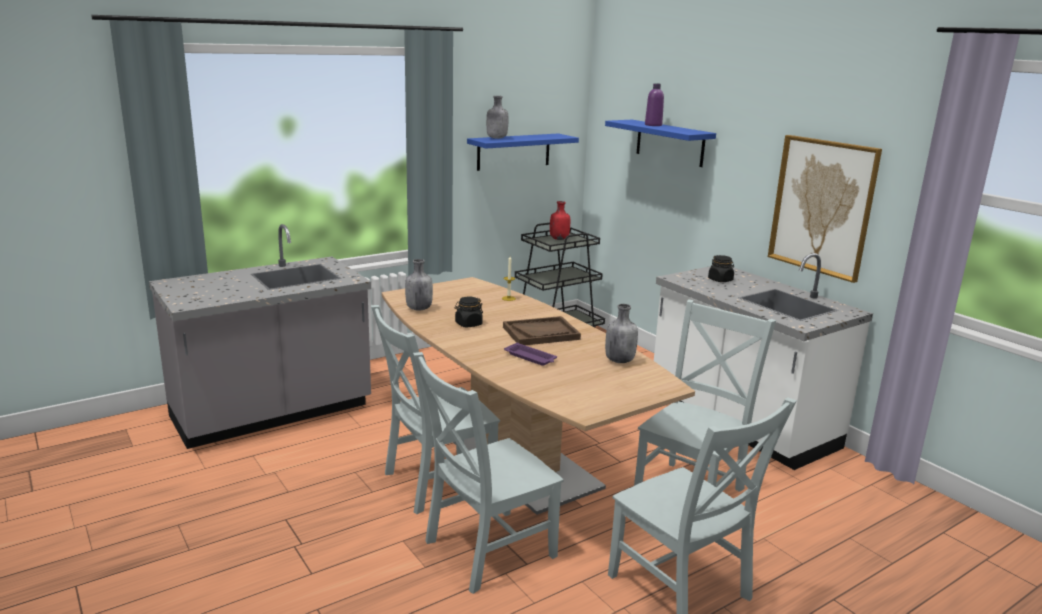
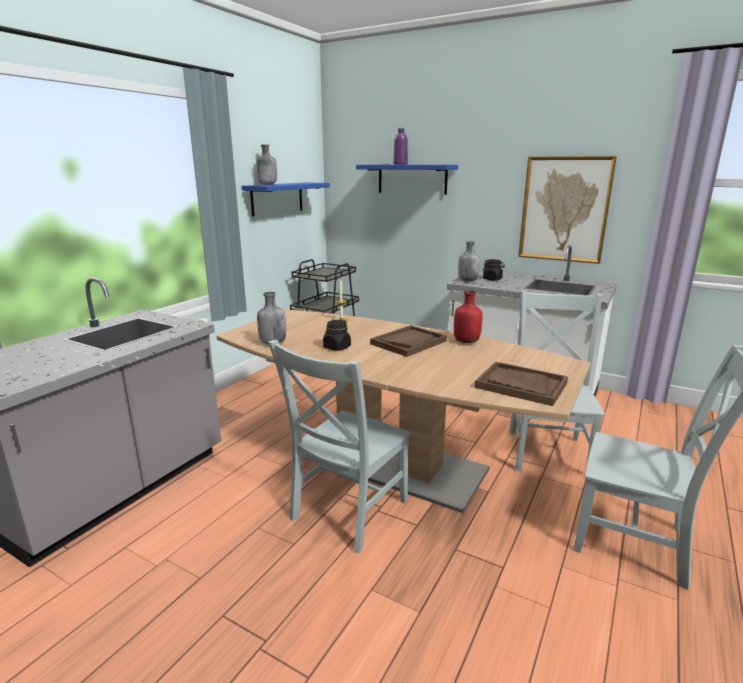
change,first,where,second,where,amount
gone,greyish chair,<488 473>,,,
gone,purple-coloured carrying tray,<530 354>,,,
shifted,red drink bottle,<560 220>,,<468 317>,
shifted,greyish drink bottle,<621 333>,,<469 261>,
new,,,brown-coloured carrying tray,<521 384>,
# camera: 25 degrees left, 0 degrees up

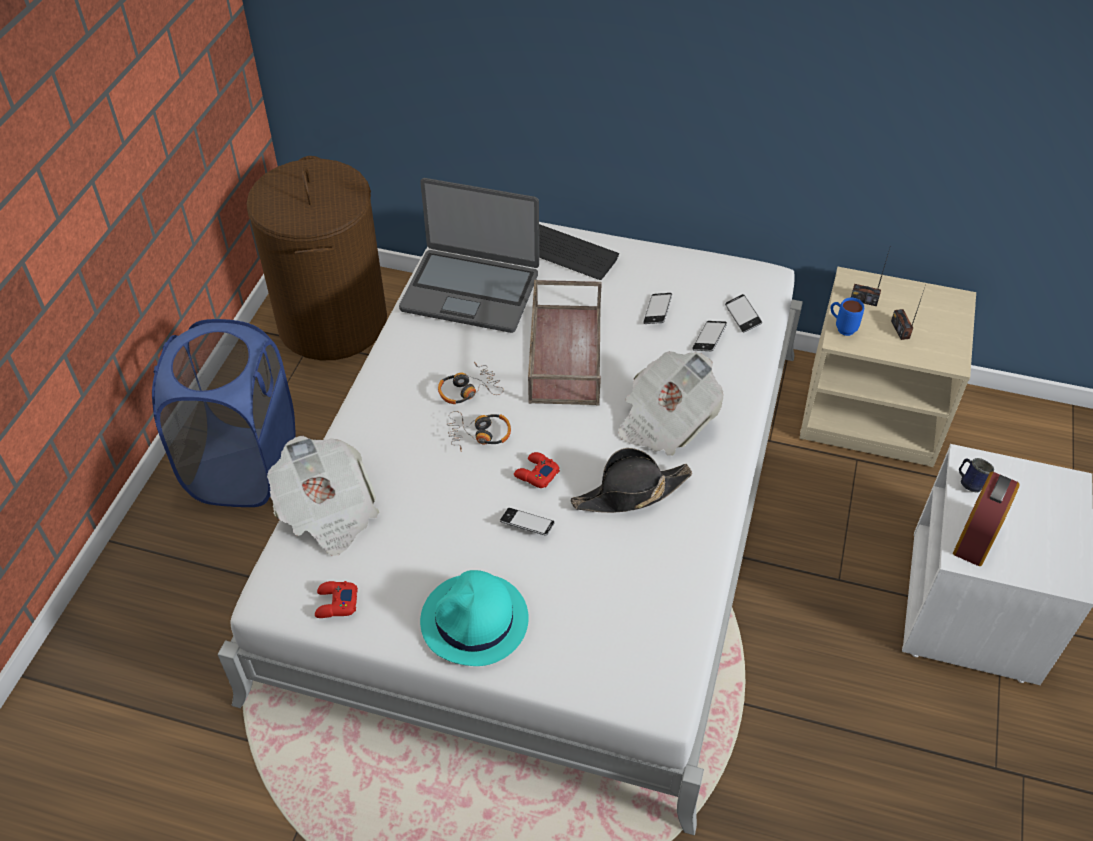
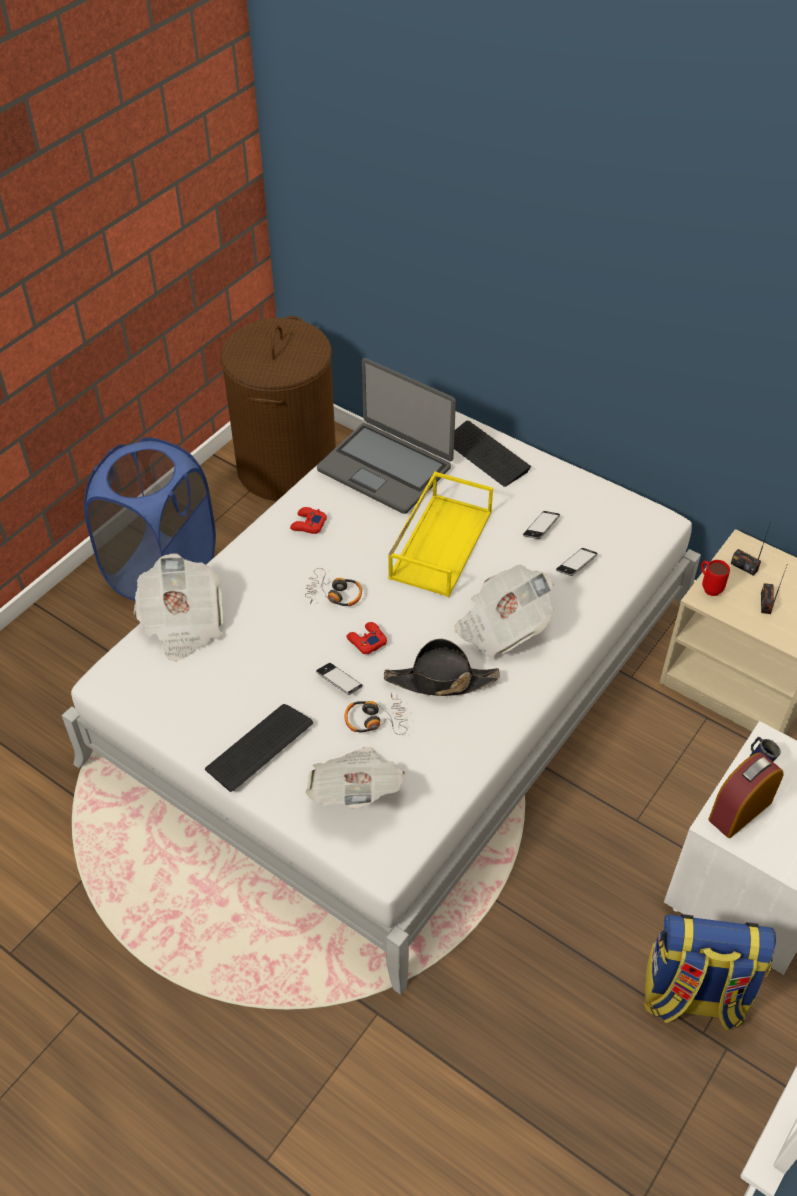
change,first,where,second,where,amount
shifted,red joypad,<336 599>,,<308 520>,
swapped,turquoise-coloured hat,<474 618>,computer keyboard,<259 748>,
shifted,headset,<471 383>,,<376 714>,
repainted,brown-coloured carrying tray,<565 343>,yellow-coloured carrying tray,<440 534>,
gone,phone,<743 313>,,,
repainted,blue-coloured mug,<847 317>,red mug,<715 578>,
new,,,printed paper,<355 778>,
new,,,backpack,<710 972>,
# camera: 20 degrees right, 0 degrees up

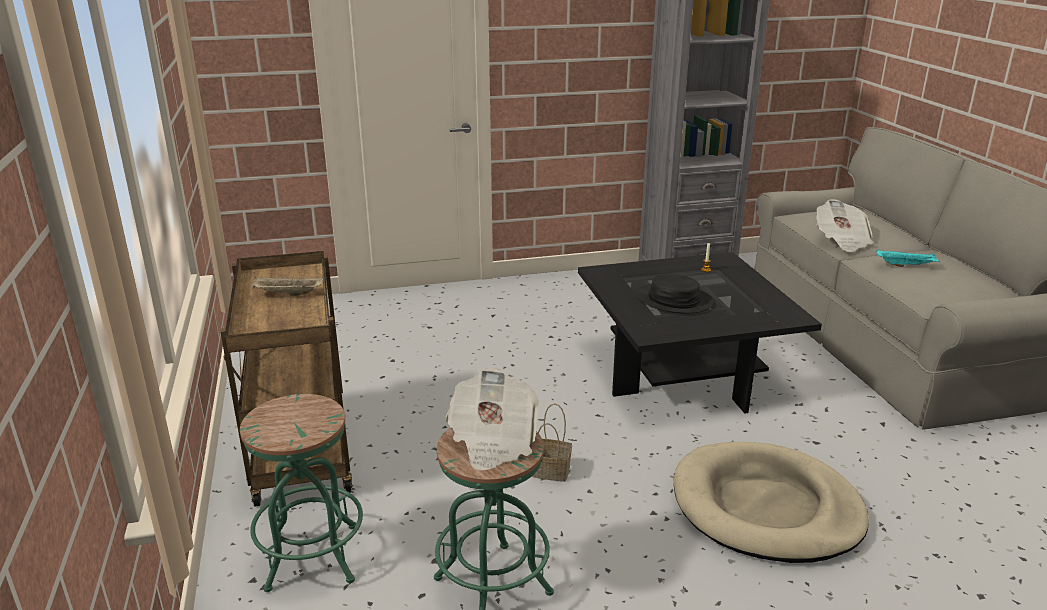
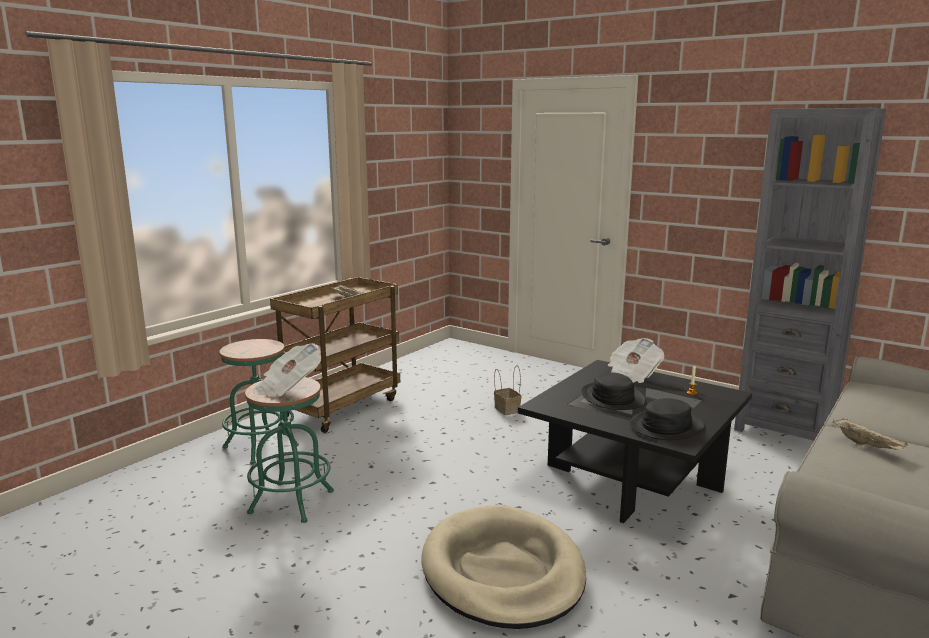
change,first,where,second,where,amount
shifted,basket,<552 442>,,<507 390>,
shifted,printed paper,<844 225>,,<636 360>,
repainted,turquoise-coloured carrying tray,<908 258>,beige carrying tray,<870 434>,
new,,,blackish hat,<667 419>,
# camera: 50 degrees right, 10 degrees down

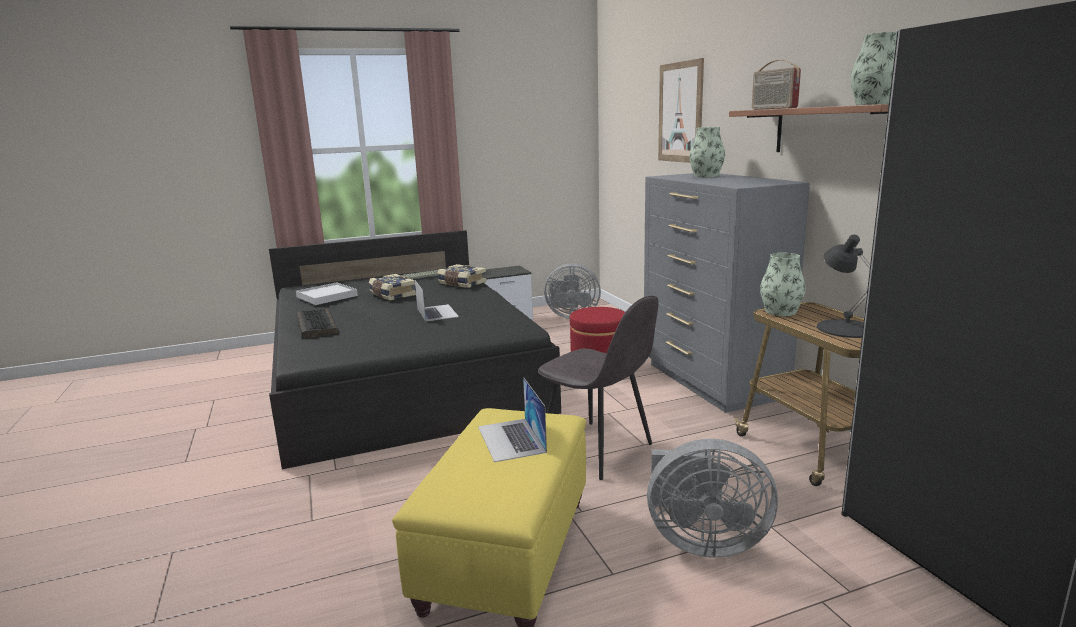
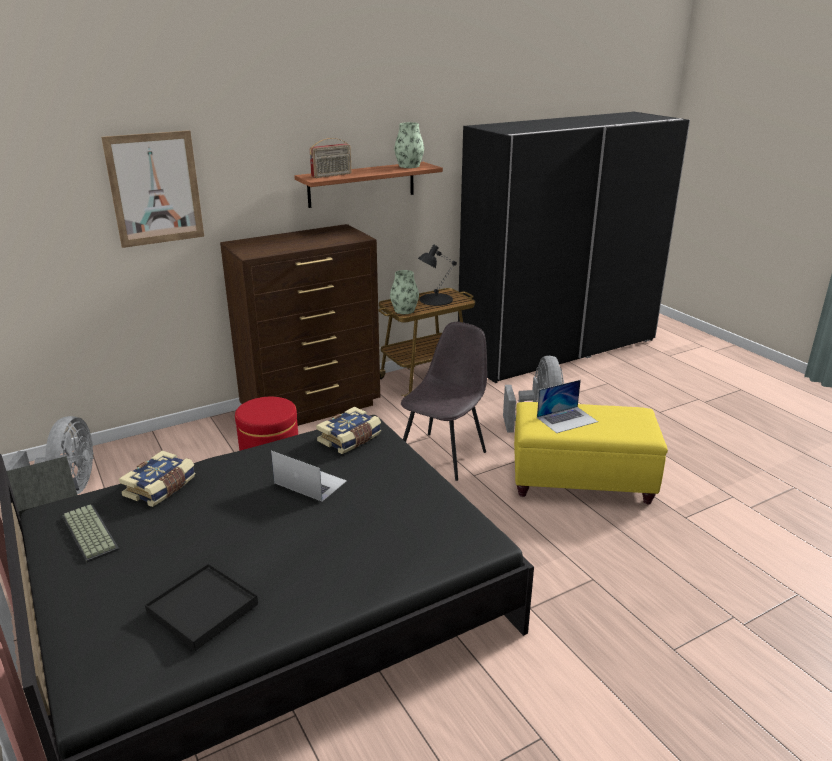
change,first,where,second,where,amount
repainted,white-coloured carrying tray,<327 293>,blackish carrying tray,<201 607>,
gone,computer keyboard,<317 324>,,,
shifted,volume,<392 287>,,<348 430>,
rotated,notebook computer,<437 300>,,<309 476>,60 degrees clockwise
repainted,greyish chest of drawers,<727 293>,brown-coloured chest of drawers,<300 325>,
gone,vase,<707 152>,,,
# camera: 100 degrees left, 10 degrees up

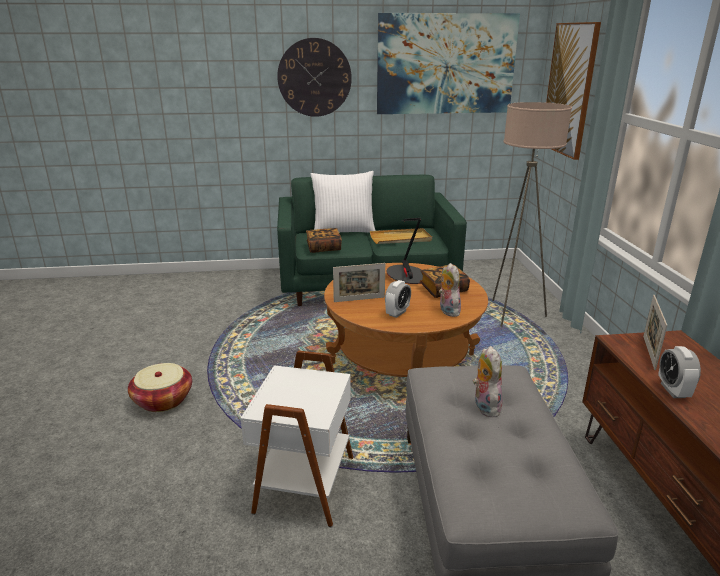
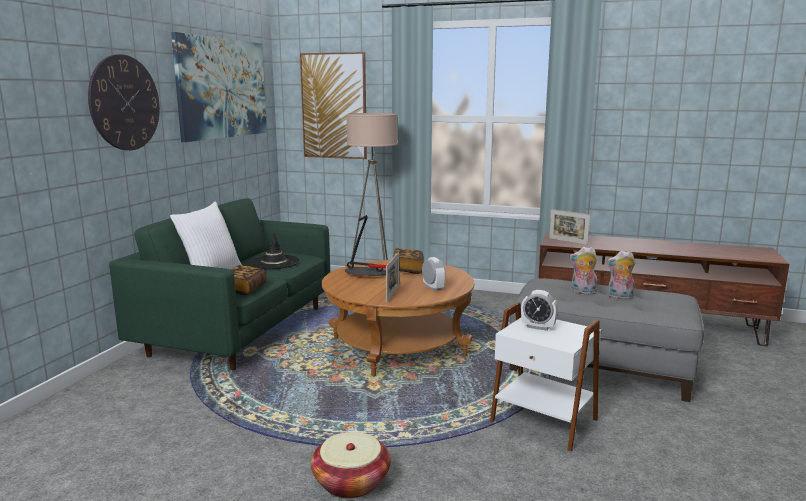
change,first,where,second,where,amount
swapped,beige carrying tray,<401 236>,blackish hat,<274 251>,
shifted,plush toy,<450 290>,,<621 275>,
shifted,alarm clock,<679 372>,,<539 310>,
# camera: 65 degrees left, 10 degrees down

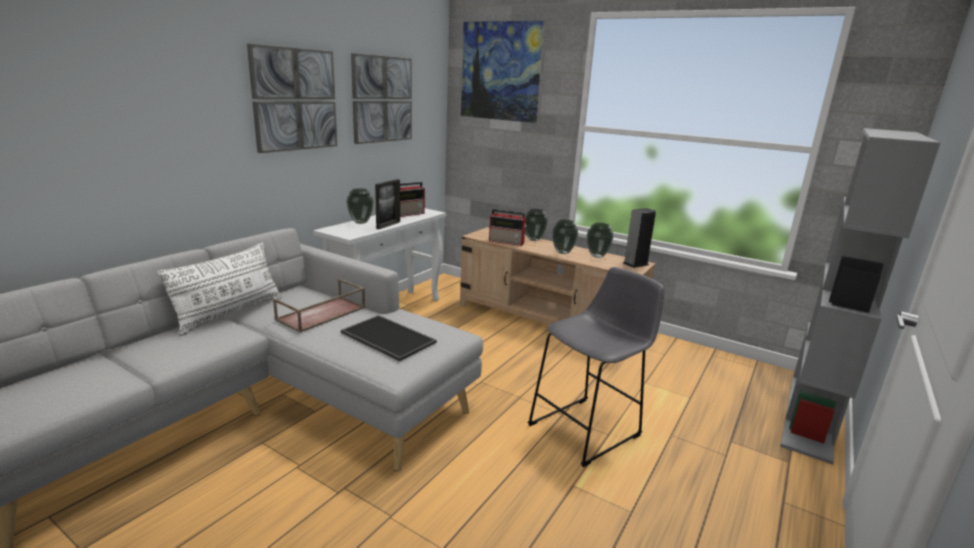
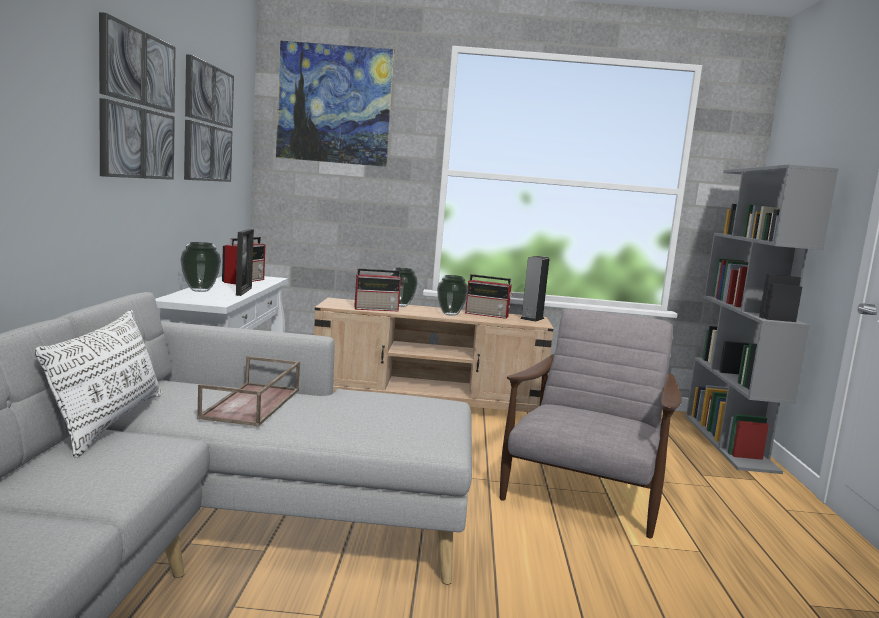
change,first,where,second,where,amount
gone,carrying tray,<389 338>,,,
swapped,greyish stool,<596 367>,greyish easy chair,<591 423>,
swapped,vase,<600 240>,radio set,<489 296>,
# camera: 30 degrees left, 10 degrees down

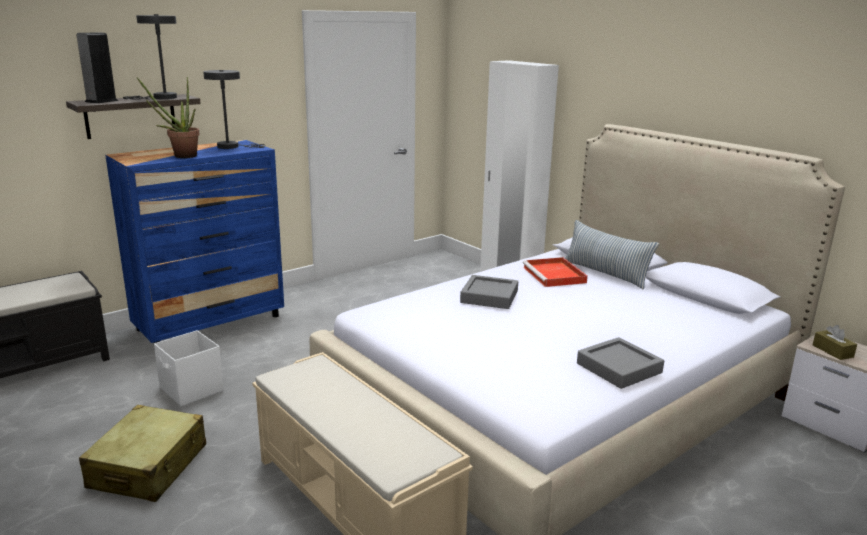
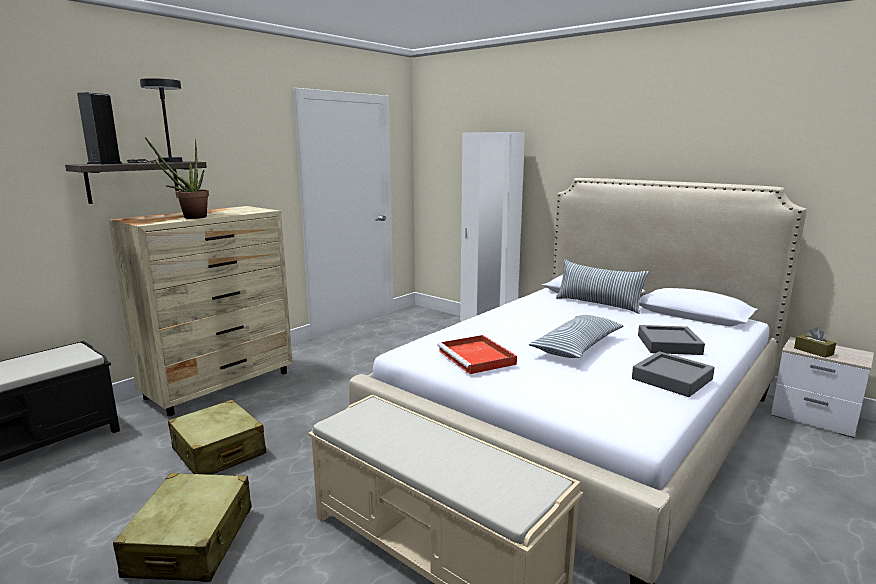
change,first,where,second,where,amount
repainted,blue-coloured chest of drawers,<194 241>,beige chest of drawers,<201 311>,
swapped,white-coloured storage box,<189 368>,beige piece of luggage,<217 437>,
gone,greyish tabletop lamp,<234 109>,,,
shifted,greyish carrying tray,<489 292>,,<671 340>,
shifted,red carrying tray,<555 272>,,<477 354>,
new,,,throw pillow,<576 336>,
# camera: 10 degrees left, 5 degrees down

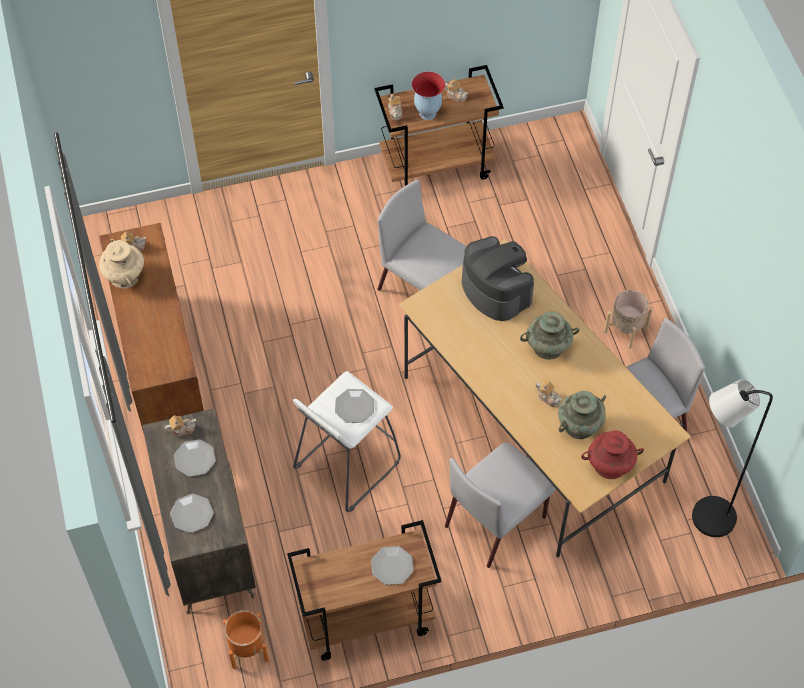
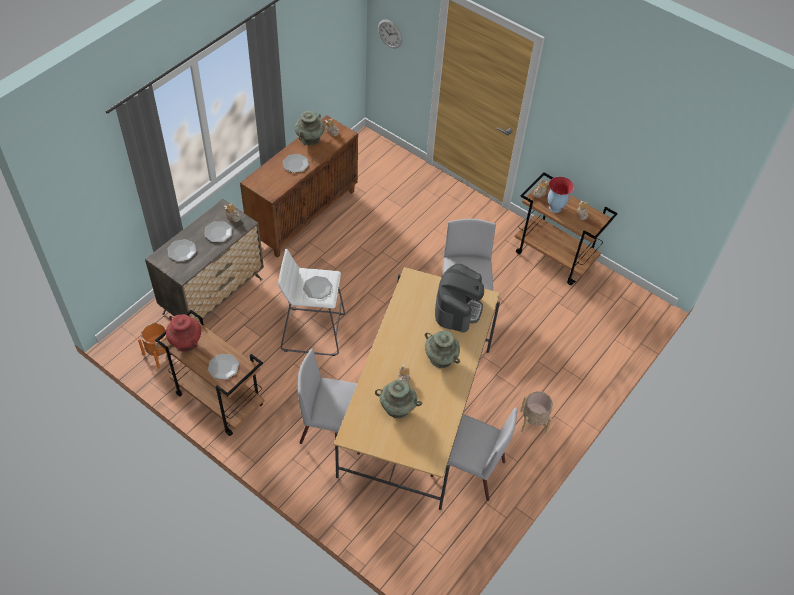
change,first,where,second,where,amount
repainted,beige vase,<121 263>,turquoise-coloured vase,<310 128>,
shifted,red vase,<612 454>,,<183 333>,
gone,blackish floor lamp,<732 458>,,,
new,,,plate,<296 163>,
new,,,wall clock,<390 34>,
# camera: 50 degrees right, 5 degrees down

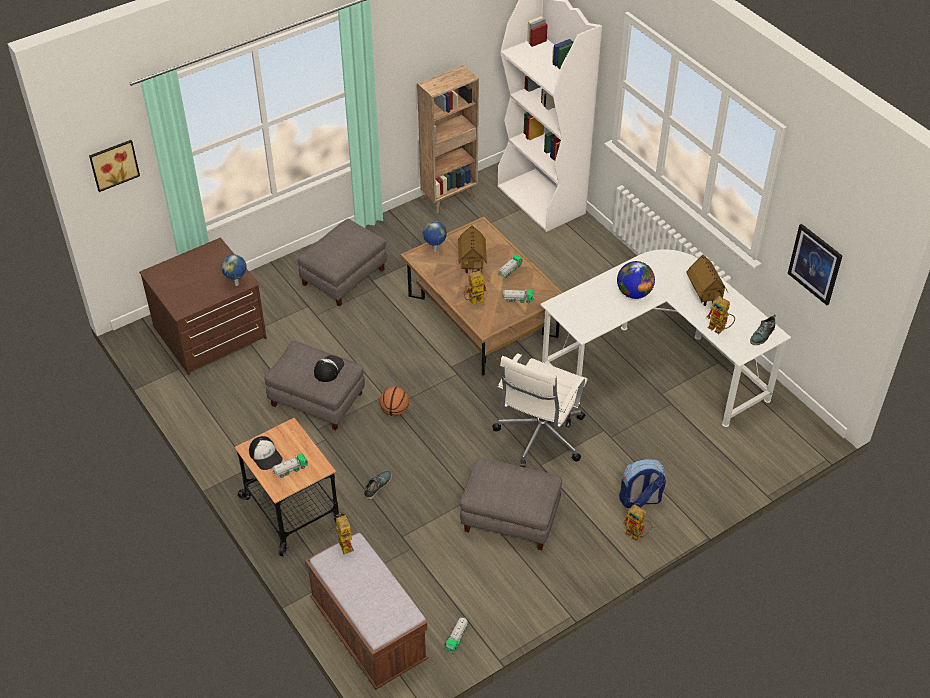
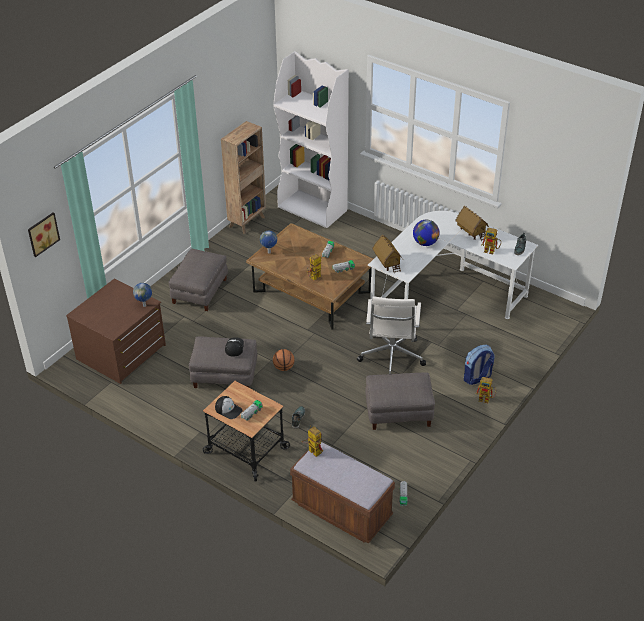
change,first,where,second,where,amount
shifted,miniature house,<472 249>,,<387 253>,
gone,wall picture,<814 264>,,,
# camera: 20 degrees left, 5 degrees down

